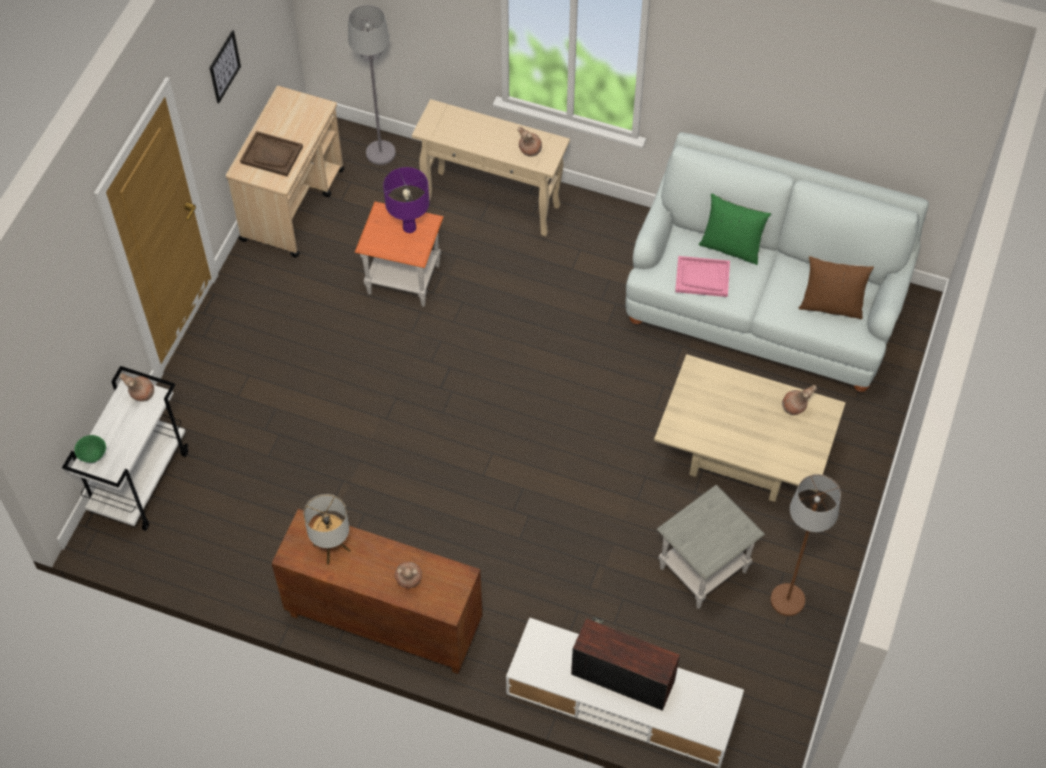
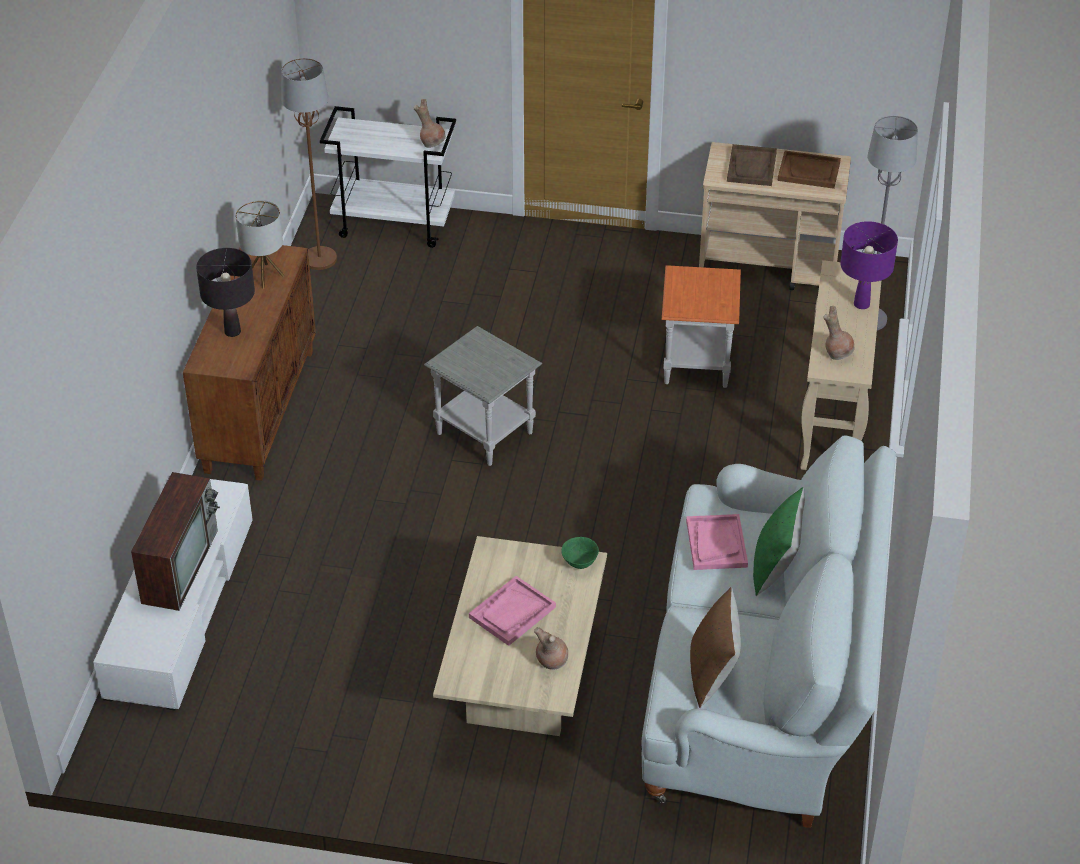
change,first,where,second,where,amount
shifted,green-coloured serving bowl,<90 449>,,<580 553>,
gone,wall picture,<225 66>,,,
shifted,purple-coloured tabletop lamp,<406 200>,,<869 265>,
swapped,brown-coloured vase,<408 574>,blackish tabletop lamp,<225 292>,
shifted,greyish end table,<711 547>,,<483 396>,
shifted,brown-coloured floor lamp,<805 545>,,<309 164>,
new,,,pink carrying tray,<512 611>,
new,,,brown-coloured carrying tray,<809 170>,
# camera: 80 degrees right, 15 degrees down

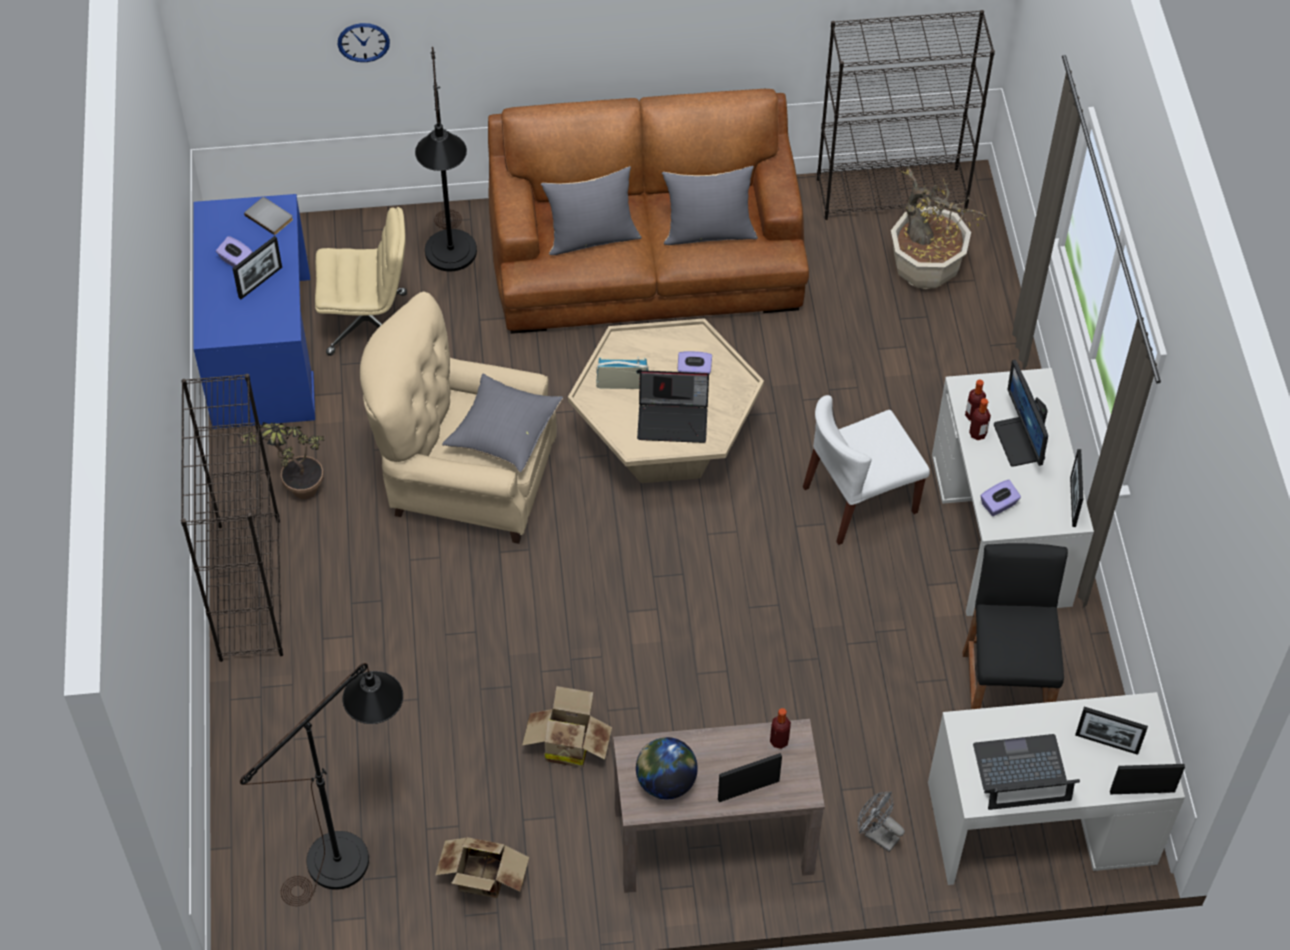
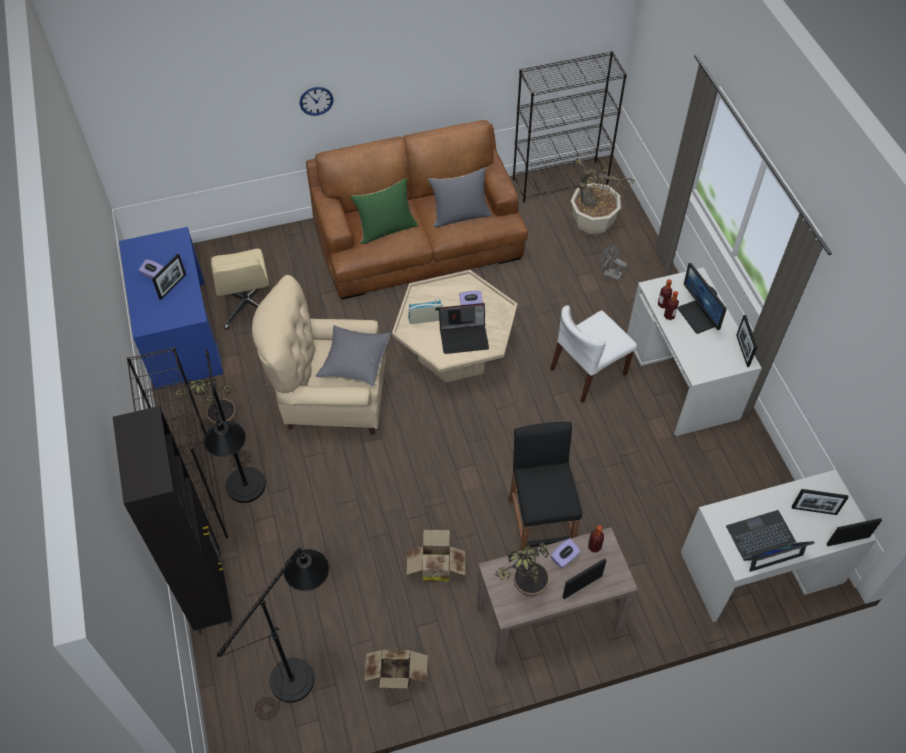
change,first,where,second,where,amount
gone,greyish volume,<268 216>,,,
rotated,beige office chair,<361 281>,,<240 289>,90 degrees clockwise
shifted,wall clock,<364 42>,,<316 101>,
shifted,blackish floor lamp,<446 159>,,<235 426>,
repainted,greyish throw pillow,<591 210>,green-coloured throw pillow,<384 211>,
swapped,world globe,<667 768>,potted plant,<521 570>,
shifted,greyish electric fan,<881 821>,,<613 262>,
shifted,blackish stool,<1015 626>,,<545 486>,
shifted,purple-coloured tissue box,<1000 498>,,<566 553>,
new,,,blackish cupboard,<172 520>,
# camera: 10 degrees left, 0 degrees up

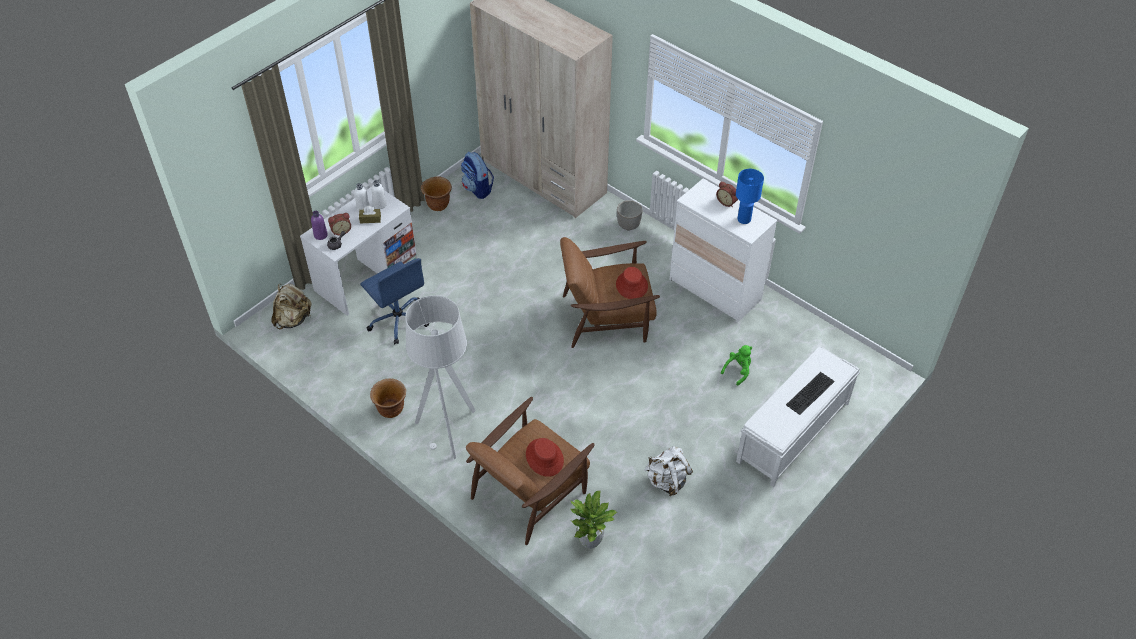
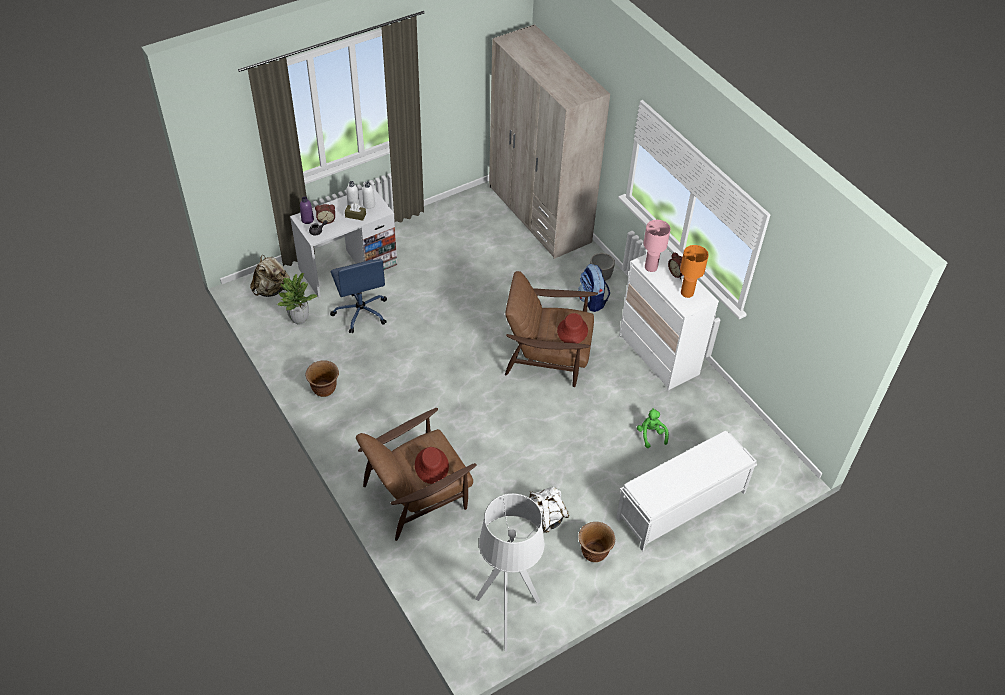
change,first,where,second,where,amount
shifted,greyish floor lamp,<440 377>,,<510 572>,
shifted,brown-coloured plant pot,<436 194>,,<597 542>,
shifted,backpack,<477 175>,,<594 288>,
shifted,potted plant,<593 519>,,<297 298>,
rotated,green-coloured plush toy,<736 365>,,<653 428>,75 degrees counterclockwise
repainted,blue-coloured tabletop lamp,<750 196>,orangey tabletop lamp,<694 271>,
gone,computer keyboard,<810 393>,,,
new,,,pink tabletop lamp,<657 246>,
# camera: 15 degrees right, 0 degrees up

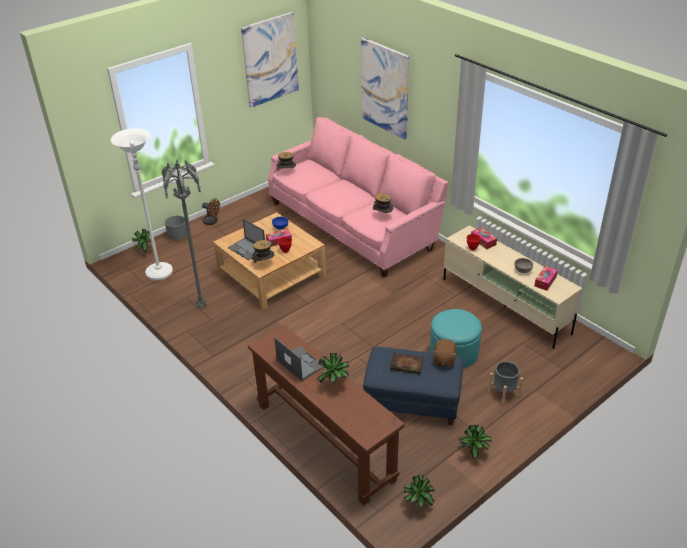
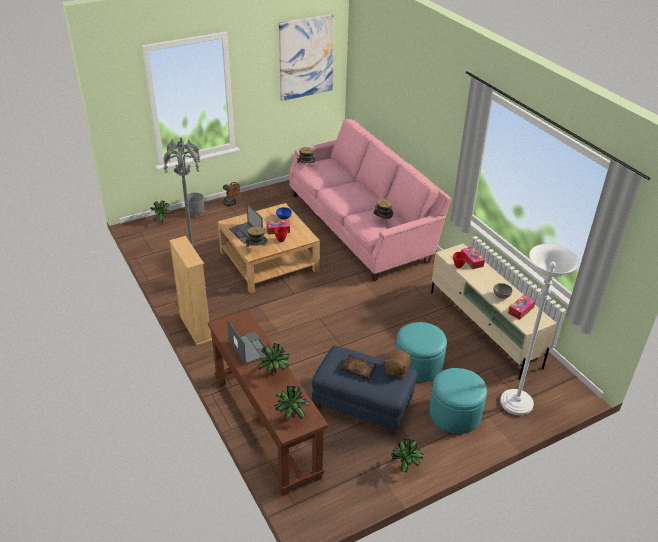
change,first,where,second,where,amount
shifted,white-coloured floor lamp,<142 204>,,<540 329>,
gone,wall picture,<385 88>,,,
shifted,potted plant,<419 491>,,<291 402>,
swapped,greyish plant pot,<505 383>,turquoise-coloured footrest,<458 401>,
new,,,beige shelving unit,<190 290>,
# camera: 10 degrees right, 0 degrees up

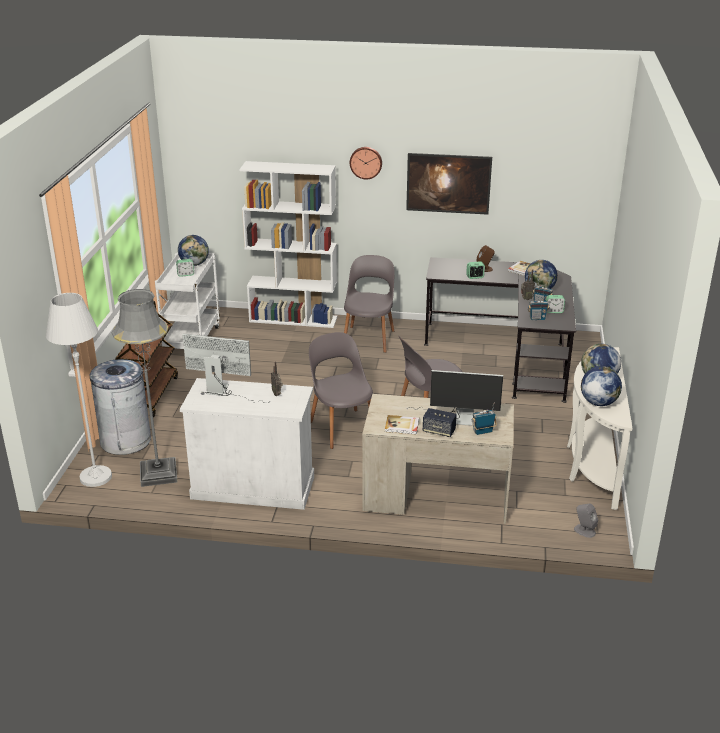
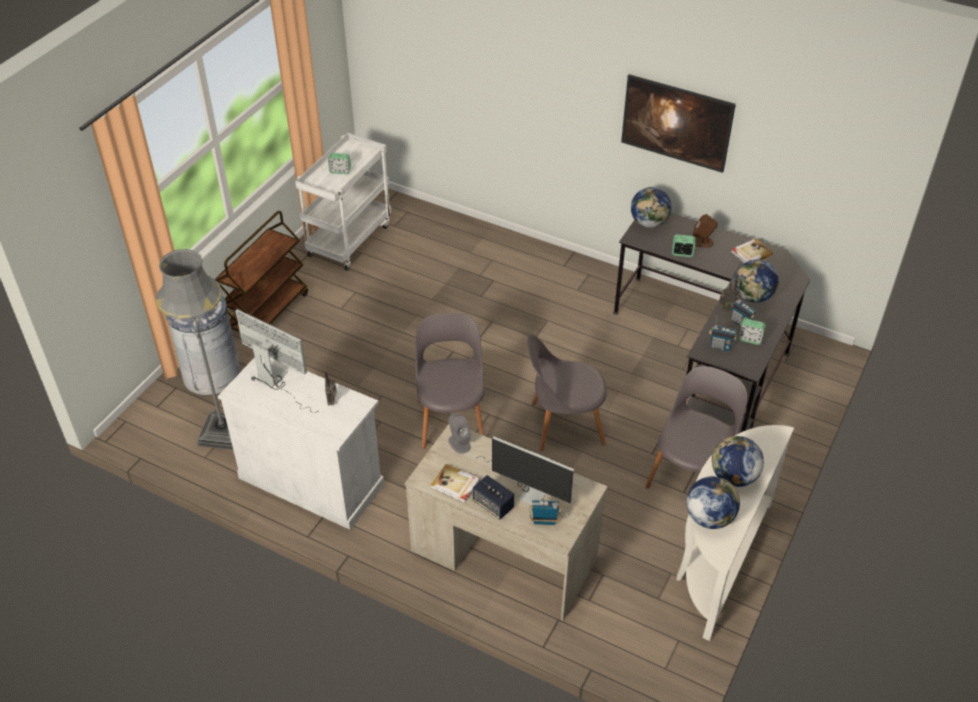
change,first,where,second,where,amount
gone,white-coloured floor lamp,<79 390>,,,
shifted,world globe,<193 250>,,<651 207>,
gone,white-coloured shelving unit,<288 244>,,,
shifted,greyish chair,<369 304>,,<696 427>,
gone,wall clock,<366 163>,,,
shifted,greyish speaker,<586 521>,,<459 433>,
# camera: 20 degrees right, 15 degrees up

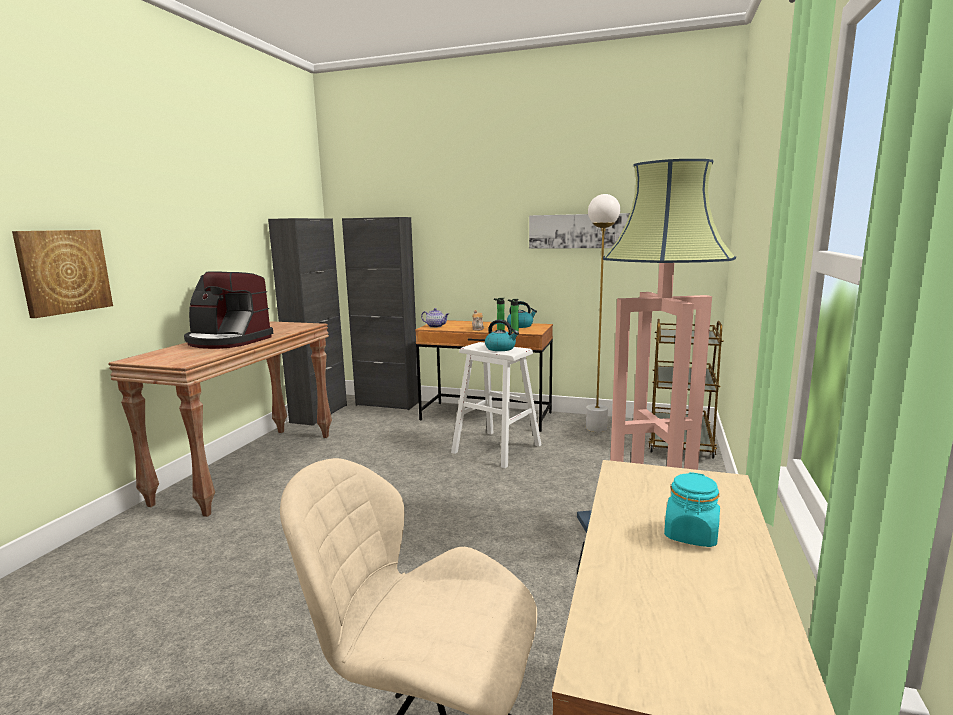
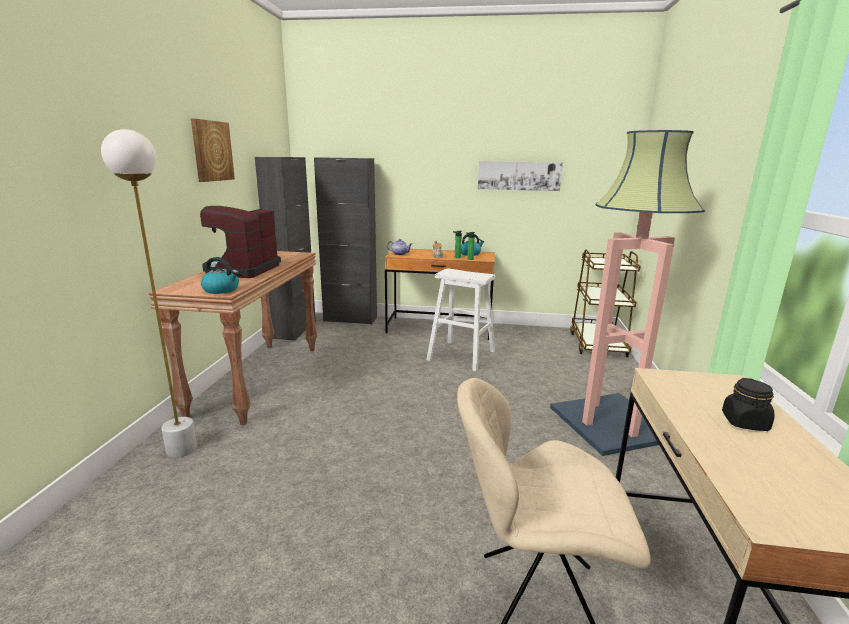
change,first,where,second,where,amount
shifted,wall picture,<62 274>,,<213 150>,
rotated,coffee brewer,<228 310>,,<240 242>,90 degrees clockwise
shifted,tea kettle,<502 335>,,<220 275>,
shifted,white-coloured floor lamp,<603 313>,,<149 293>,
repainted,turquoise-coloured storage jar,<692 509>,blackish storage jar,<748 404>,
# camera: 10 degrees left, 5 degrees up

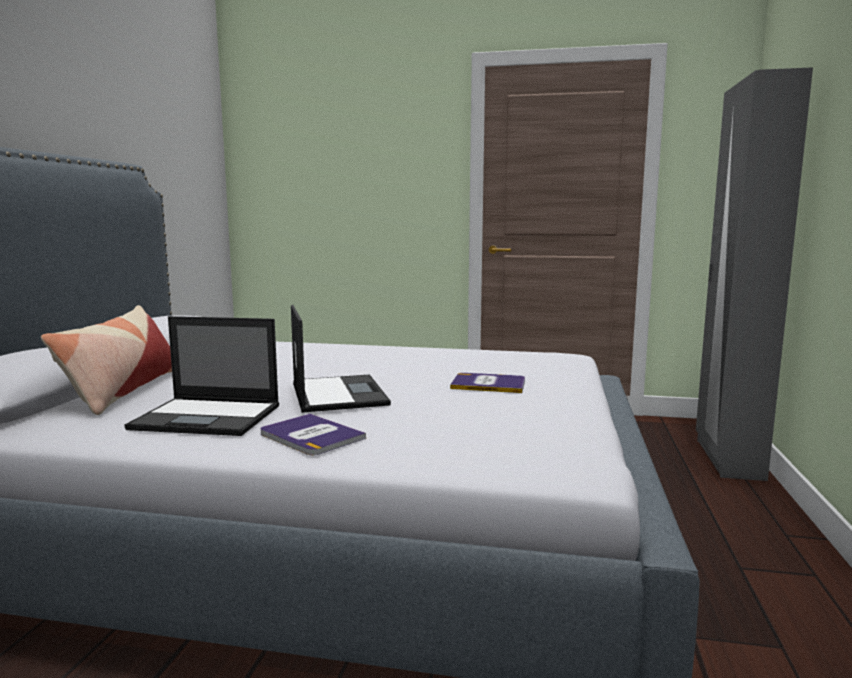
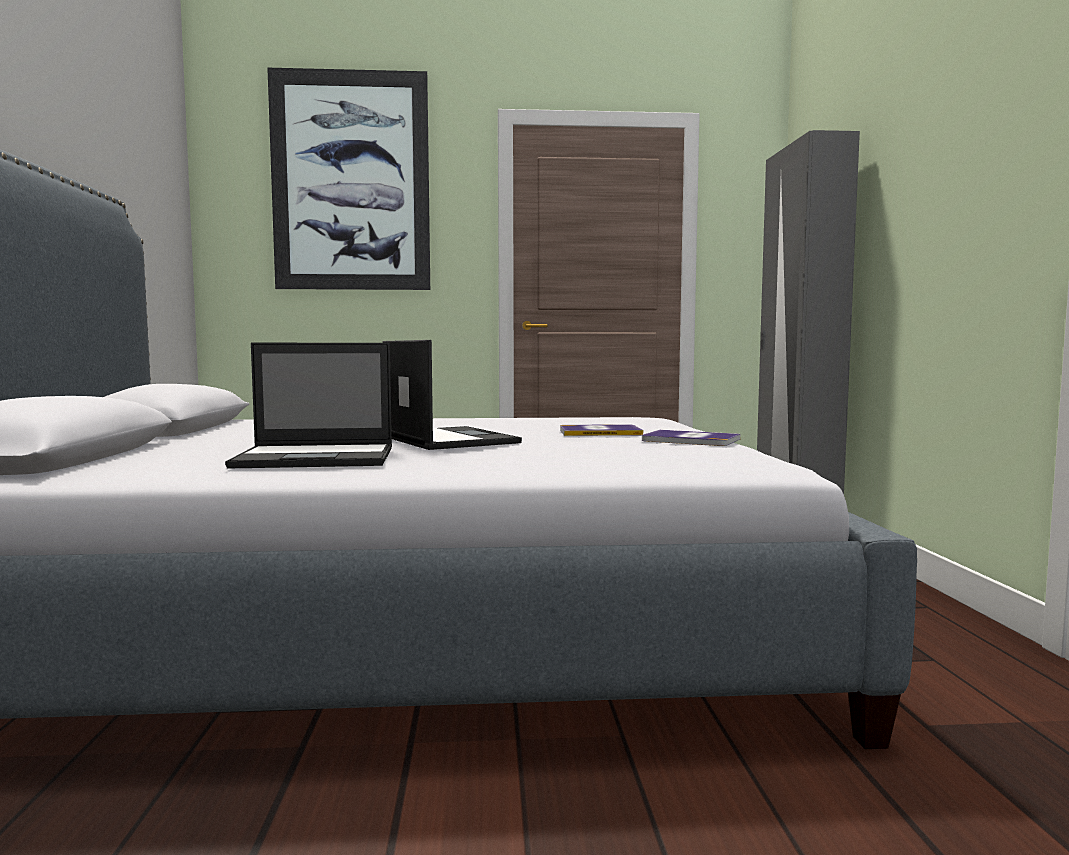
change,first,where,second,where,amount
gone,throw pillow,<106 360>,,,
shifted,volume,<313 434>,,<691 438>,
new,,,wall picture,<348 179>,
# camera: 15 degrees left, 5 degrees down

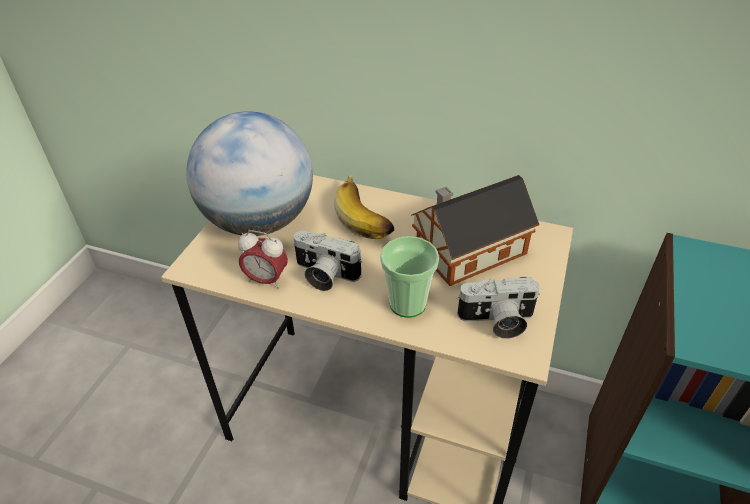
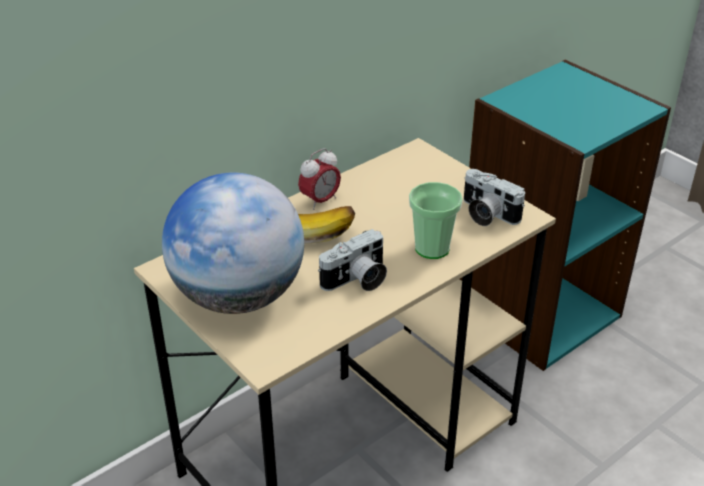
change,first,where,second,where,amount
shifted,alarm clock,<263 259>,,<319 179>,
gone,miniature house,<475 230>,,,
rotated,photo camera,<498 308>,,<494 197>,105 degrees clockwise
# camera: 60 degrees left, 5 degrees down

